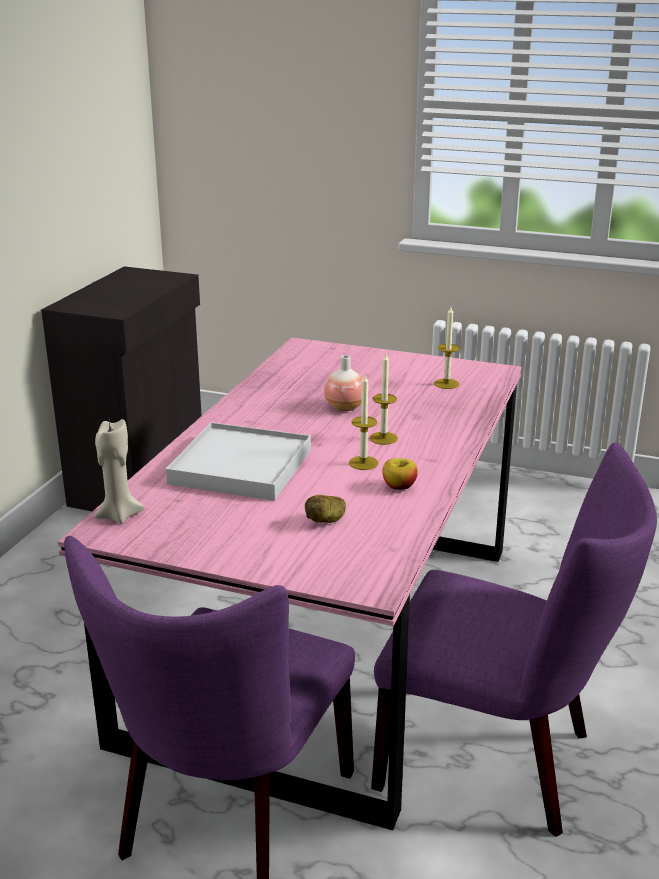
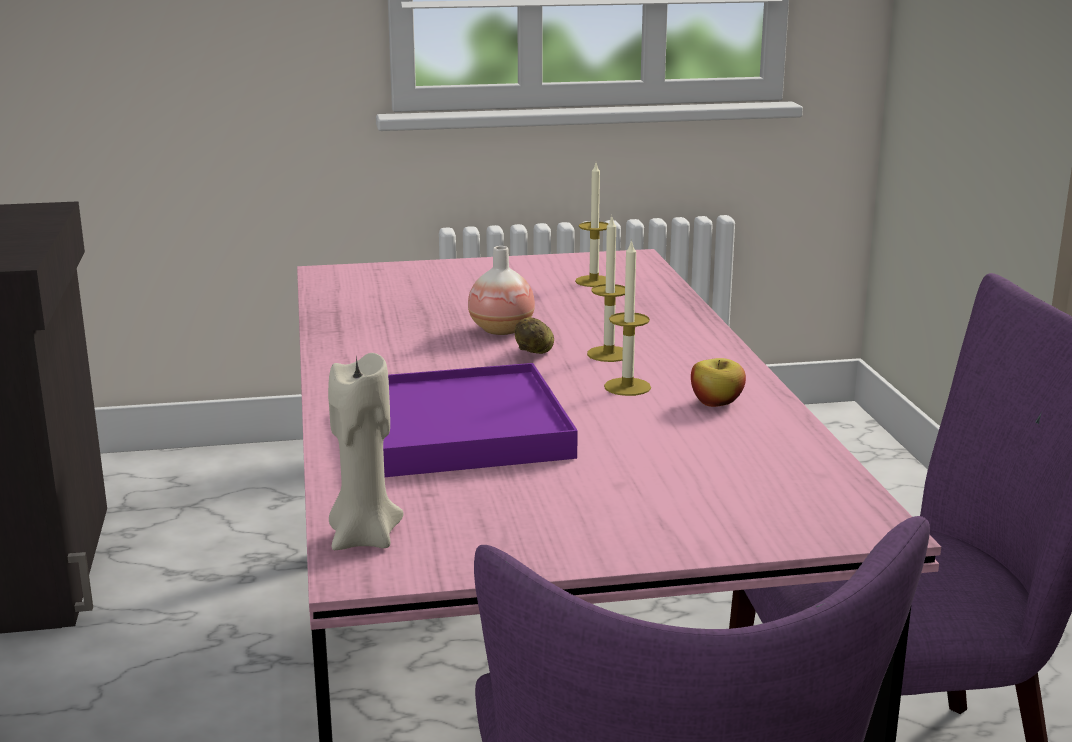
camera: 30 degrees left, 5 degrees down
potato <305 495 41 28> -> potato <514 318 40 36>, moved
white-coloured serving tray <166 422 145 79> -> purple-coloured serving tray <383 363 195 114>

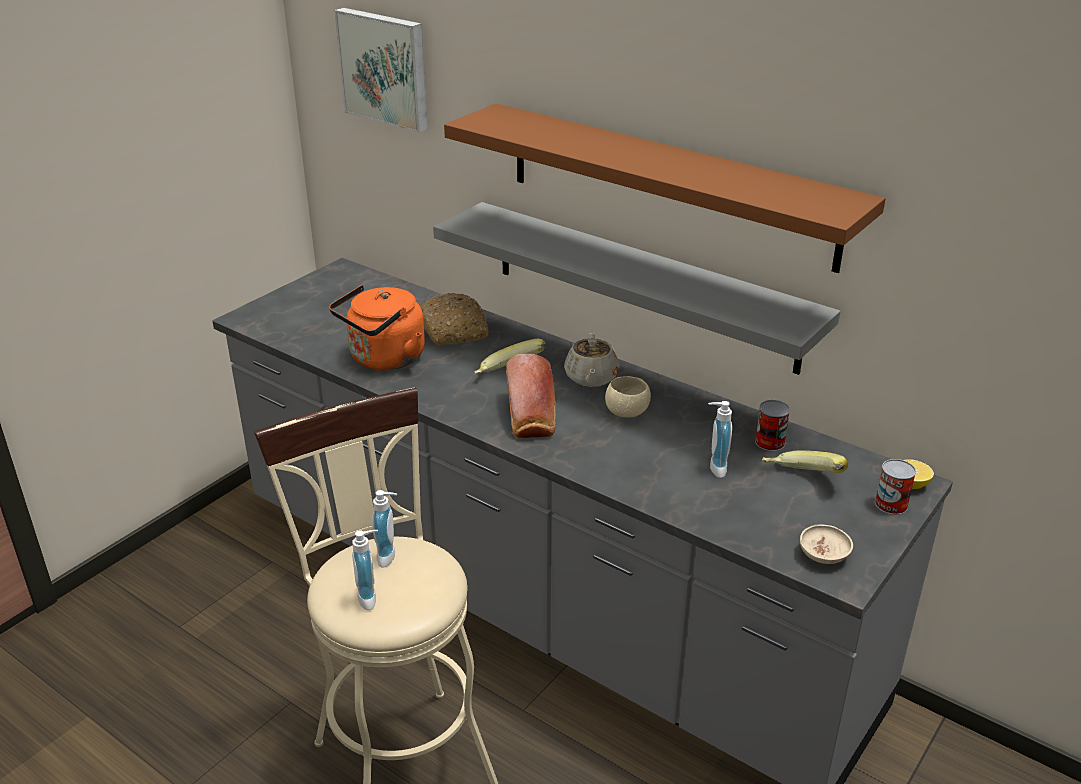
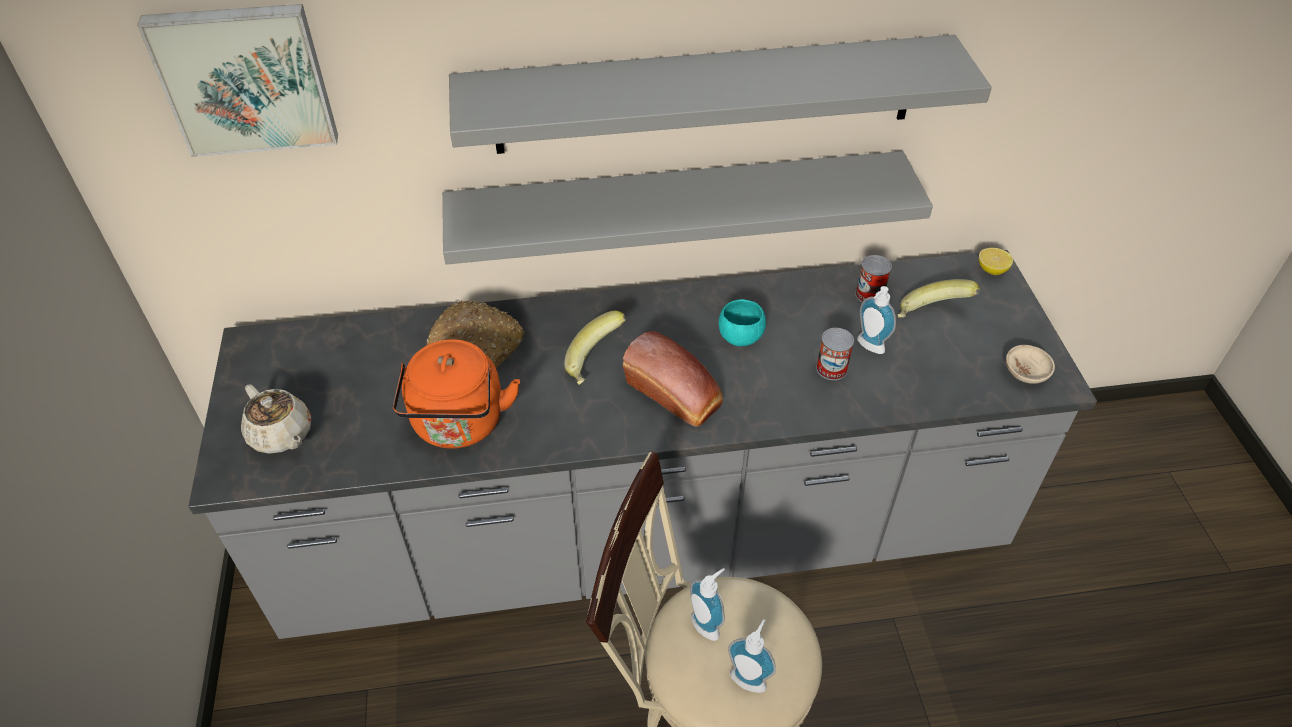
camera: 45 degrees left, 15 degrees up
beige-coloured teapot <564 333 55 54> -> beige-coloured teapot <241 384 70 70>, moved
metal can <875 459 41 56> -> metal can <816 328 38 52>, moved
brown shelf <444 103 442 170> -> gray shelf <449 35 543 119>
beige-coloured serving bowl <605 376 46 42> -> turquoise serving bowl <719 299 47 47>

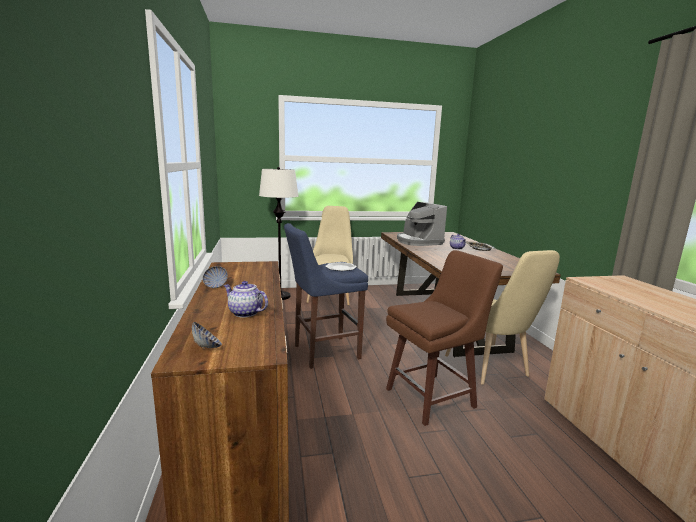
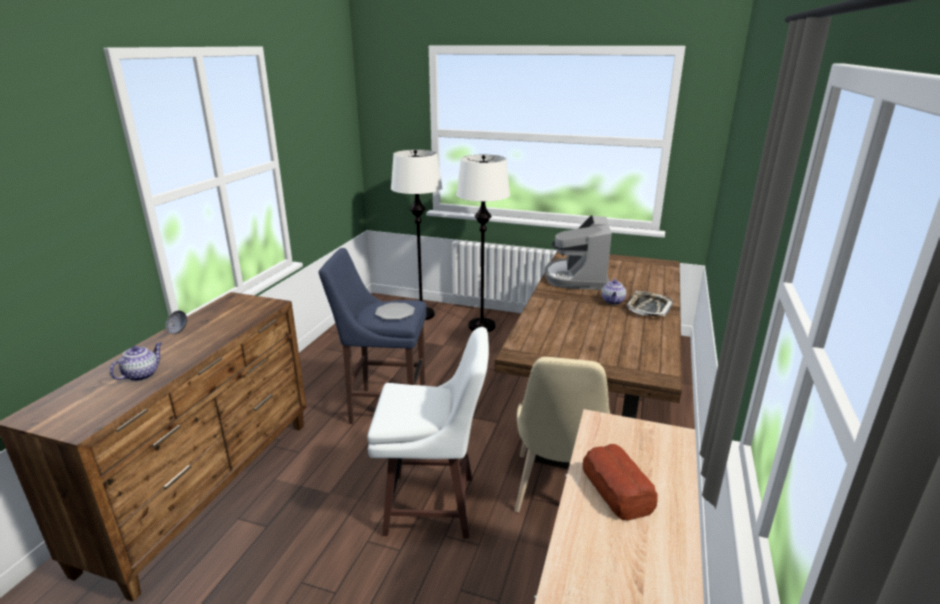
camera: 30 degrees right, 10 degrees up
serving bowl <192 322 30 27> -> none
none -> bread <583 444 75 76>
beige-coloured chair <306 206 47 99> -> white-coloured floor lamp <456 155 54 177>
brown stool <386 250 117 176> -> white-coloured stool <367 327 122 212>
teapot <224 281 44 37> -> teapot <110 342 52 39>, 60 degrees clockwise

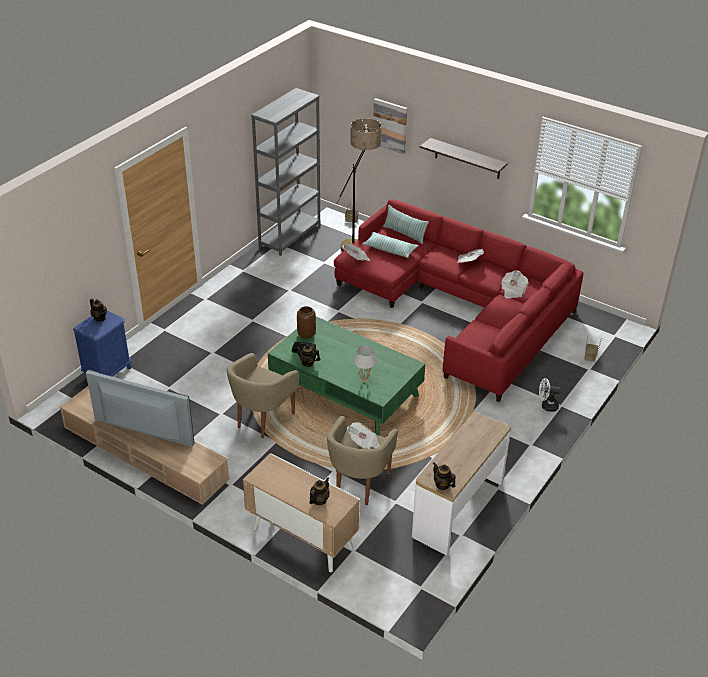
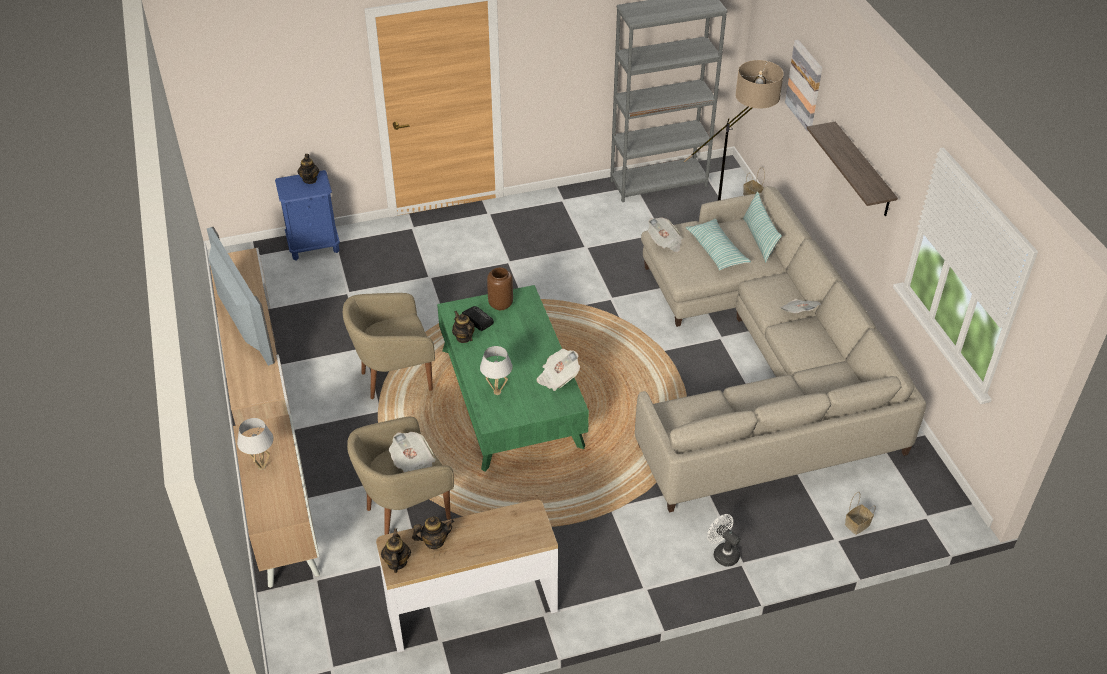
camera: 40 degrees right, 5 degrees up
none -> white-coloured table lamp <237 418 37 52>
teapot <309 478 21 27> -> teapot <412 517 42 32>, moved
printed paper <501 270 27 28> -> printed paper <536 349 44 42>, moved
reddish settee <334 199 249 203> -> beige-coloured settee <635 186 291 327>

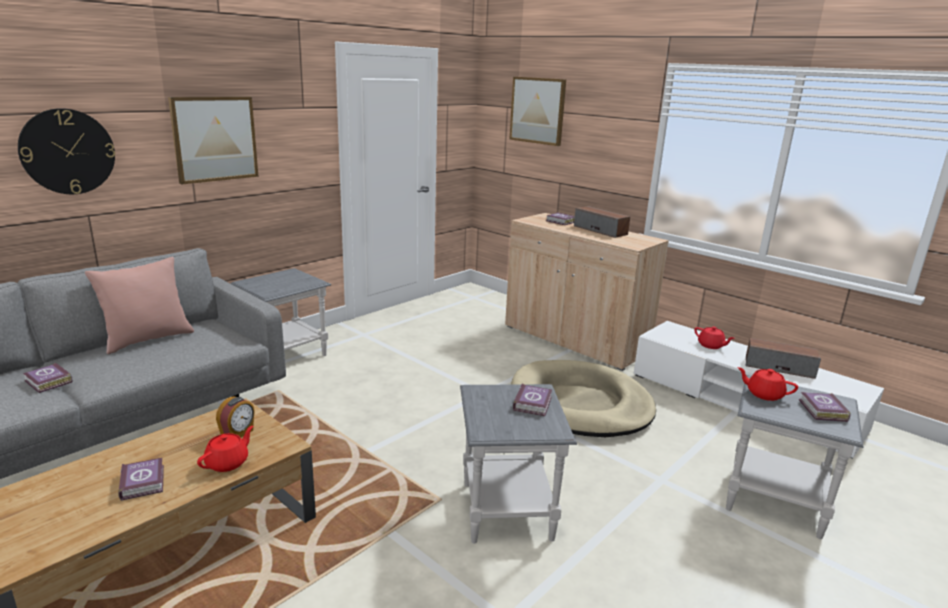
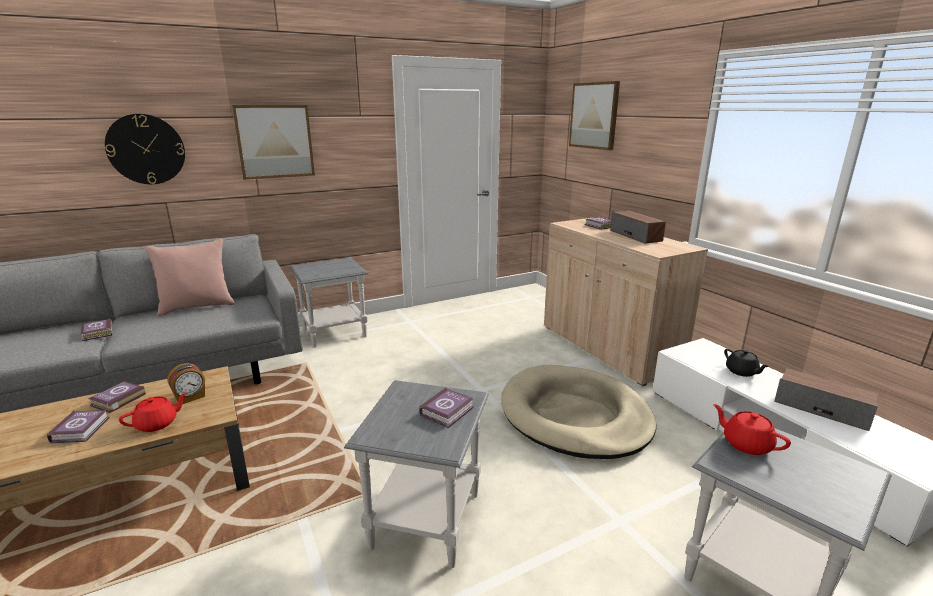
camera: 20 degrees right, 0 degrees up
bound book <799 392 52 30> -> bound book <88 381 58 32>, moved
reddish teapot <694 326 40 23> -> black-coloured teapot <724 349 45 28>

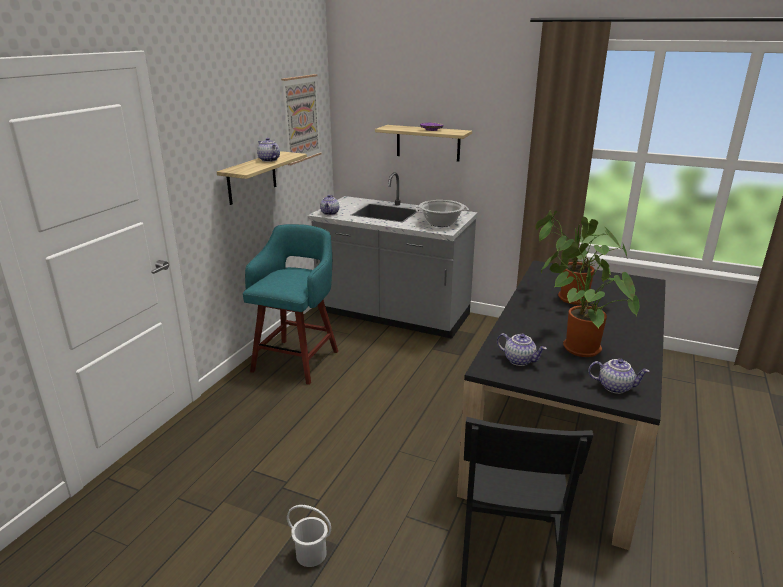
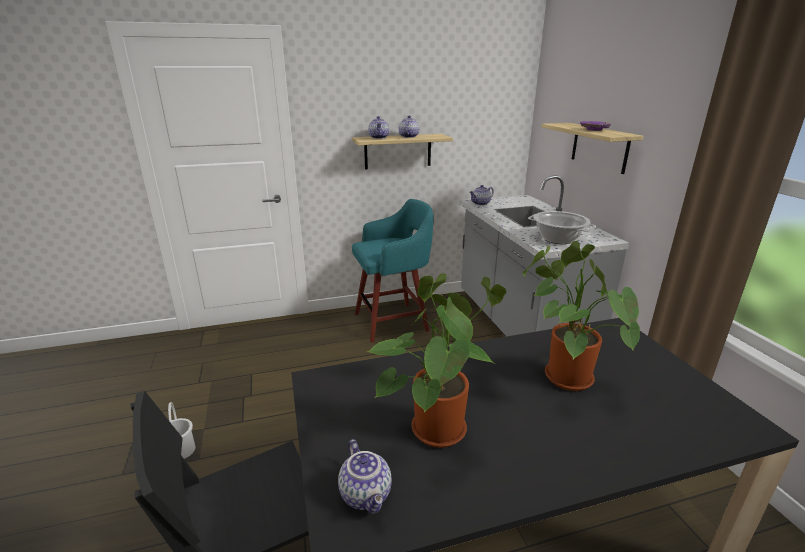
camera: 50 degrees right, 0 degrees up
picture <281 74 40 91> -> none
teapot <497 333 50 33> -> teapot <368 116 21 23>, moved

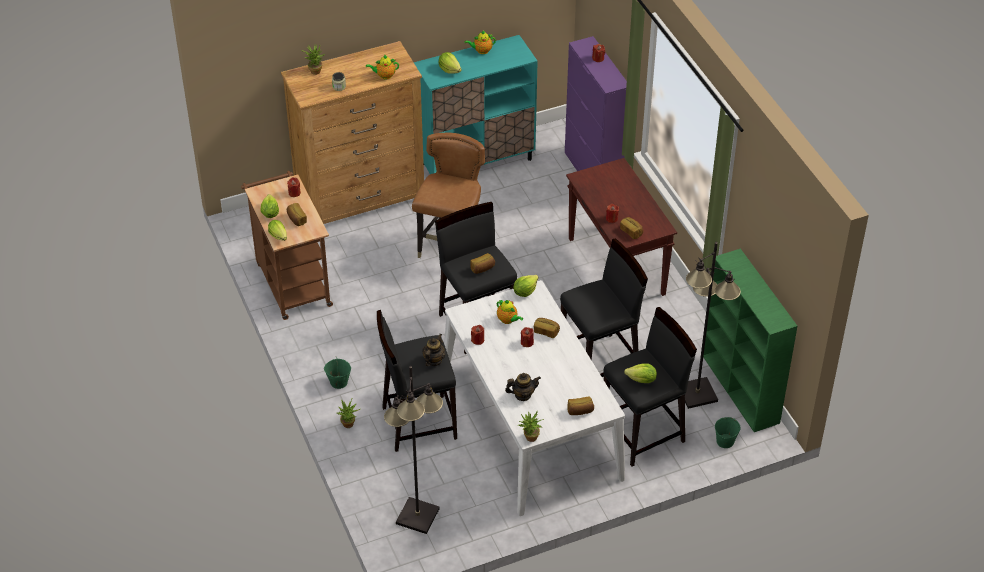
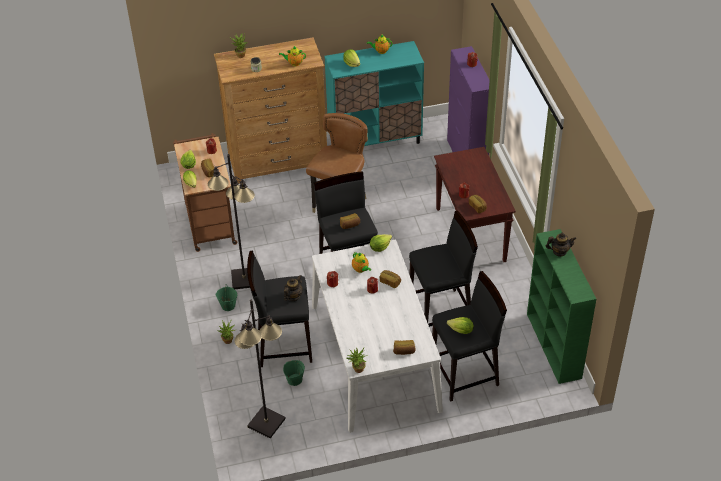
camera: 10 degrees right, 0 degrees up
teapot <505 373 36 28> -> teapot <546 233 30 24>, moved
black-coloured floor lamp <685 242 56 167> -> black-coloured floor lamp <208 154 47 135>, moved
green-coloured water bucket <715 417 26 31> -> green-coloured water bucket <283 360 22 26>, moved

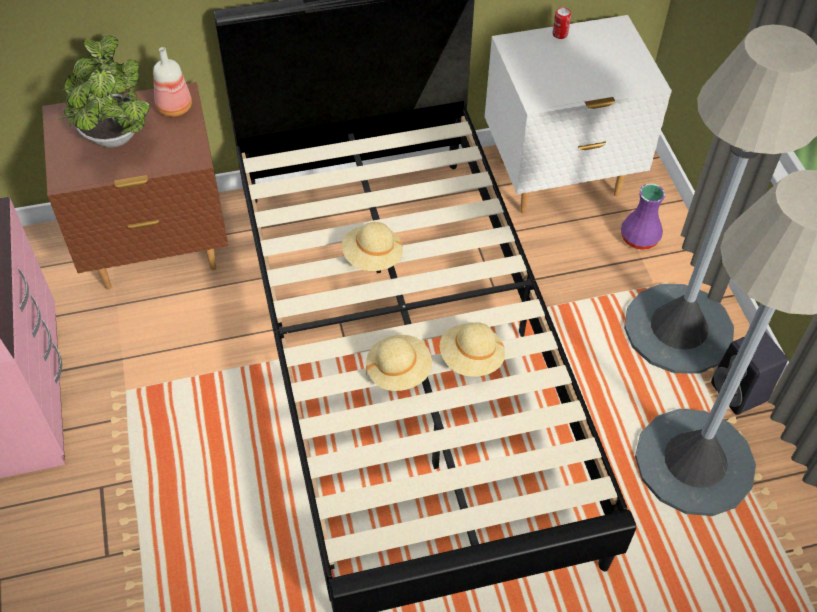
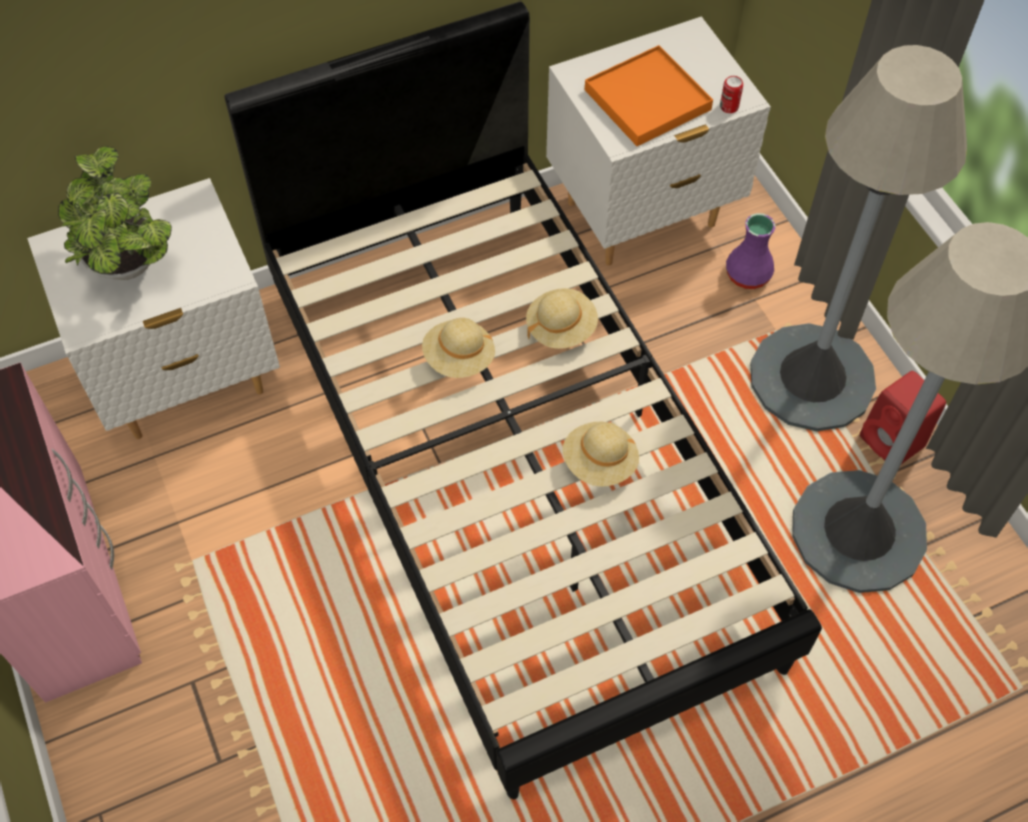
camera: 10 degrees left, 5 degrees up
bottle <153 47 39 70> -> none
none -> orangey serving tray <585 45 128 101>
beige-coloured wearable hat <366 335 66 56> -> beige-coloured wearable hat <526 288 72 61>, moved
metal can <553 7 18 32> -> metal can <720 76 23 37>, moved
brown nightstand <42 82 186 207> -> white-coloured nightstand <27 178 253 261>
black-coloured speaker <711 332 77 83> -> reddish speaker <860 371 86 92>

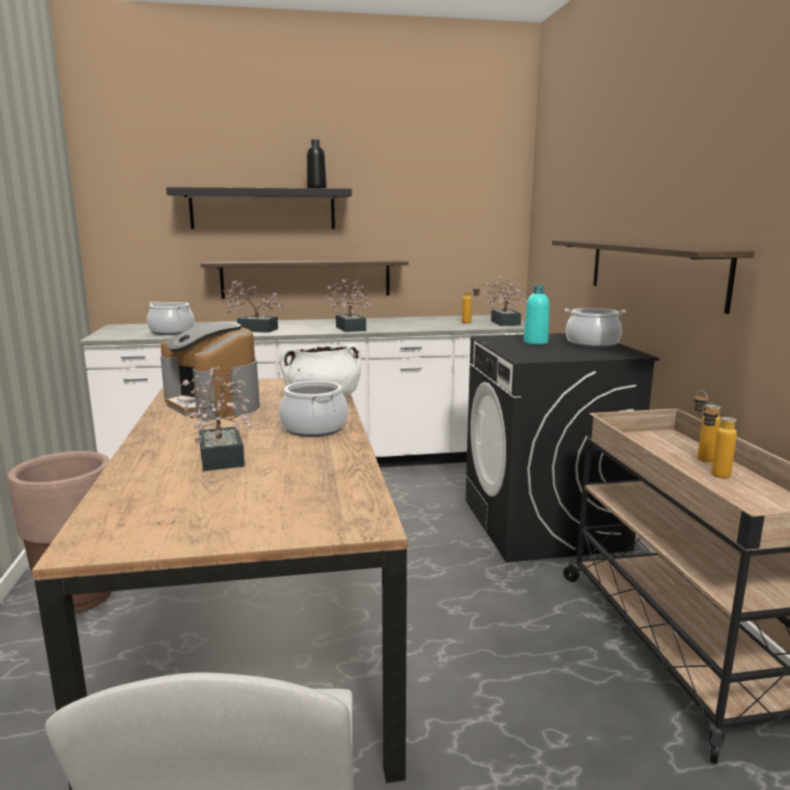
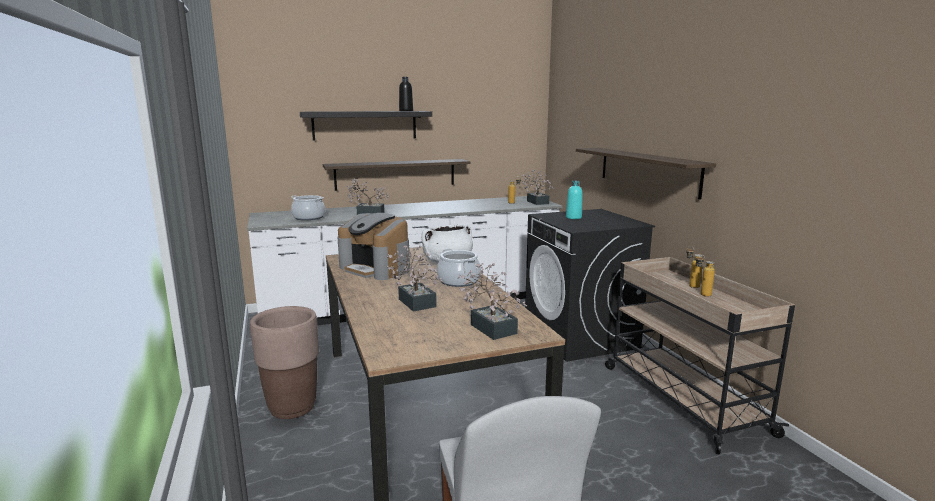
camera: 10 degrees left, 0 degrees up
saucepot <565 308 61 40> -> none
houseplant <325 279 47 53> -> houseplant <457 263 70 77>, moved

